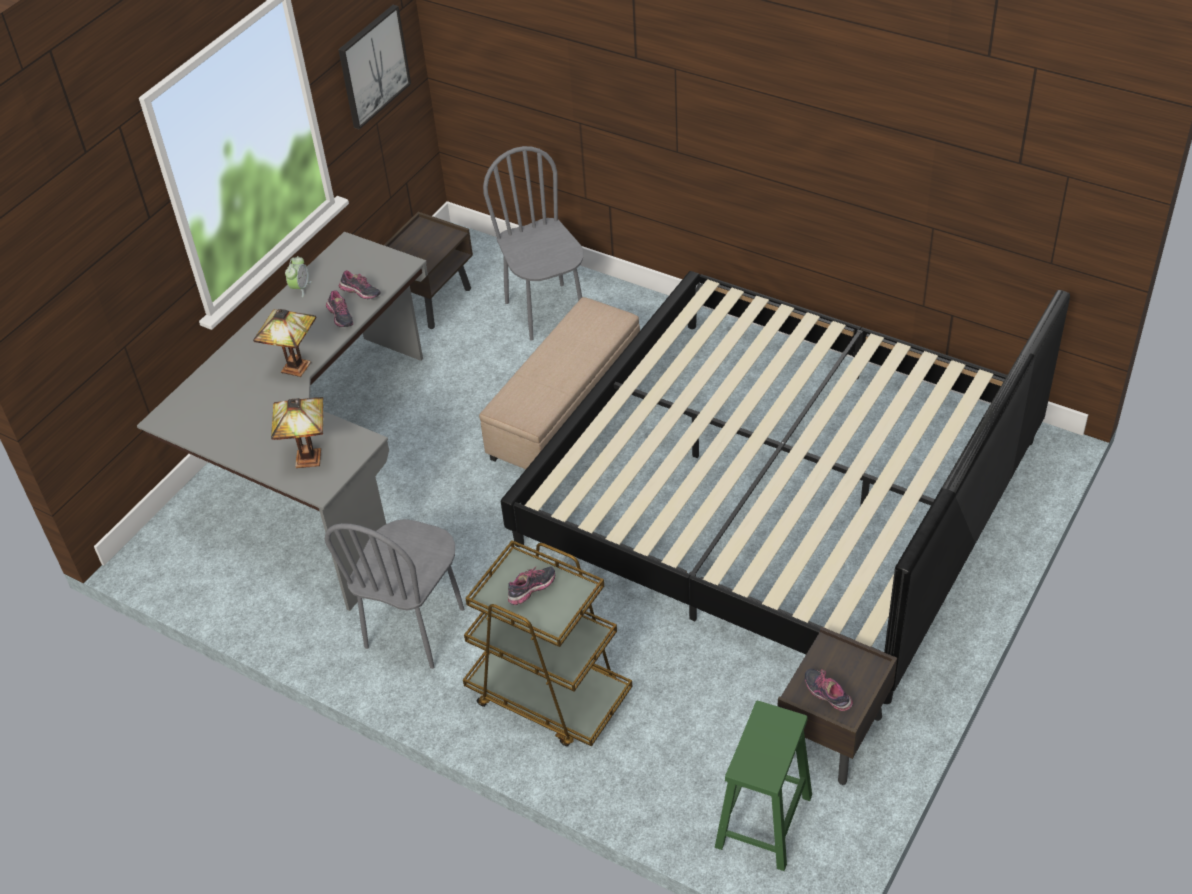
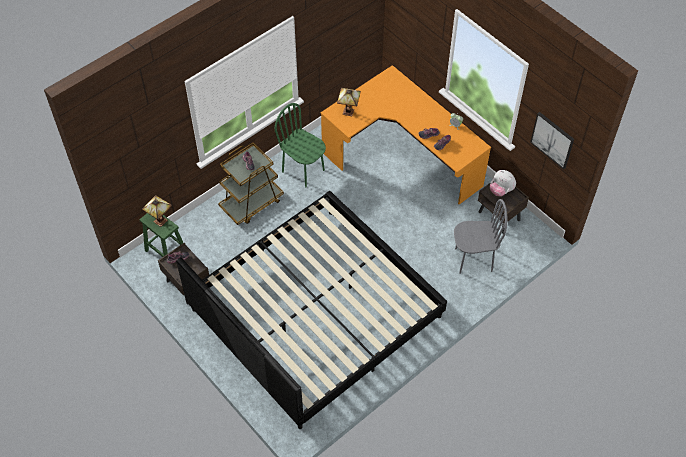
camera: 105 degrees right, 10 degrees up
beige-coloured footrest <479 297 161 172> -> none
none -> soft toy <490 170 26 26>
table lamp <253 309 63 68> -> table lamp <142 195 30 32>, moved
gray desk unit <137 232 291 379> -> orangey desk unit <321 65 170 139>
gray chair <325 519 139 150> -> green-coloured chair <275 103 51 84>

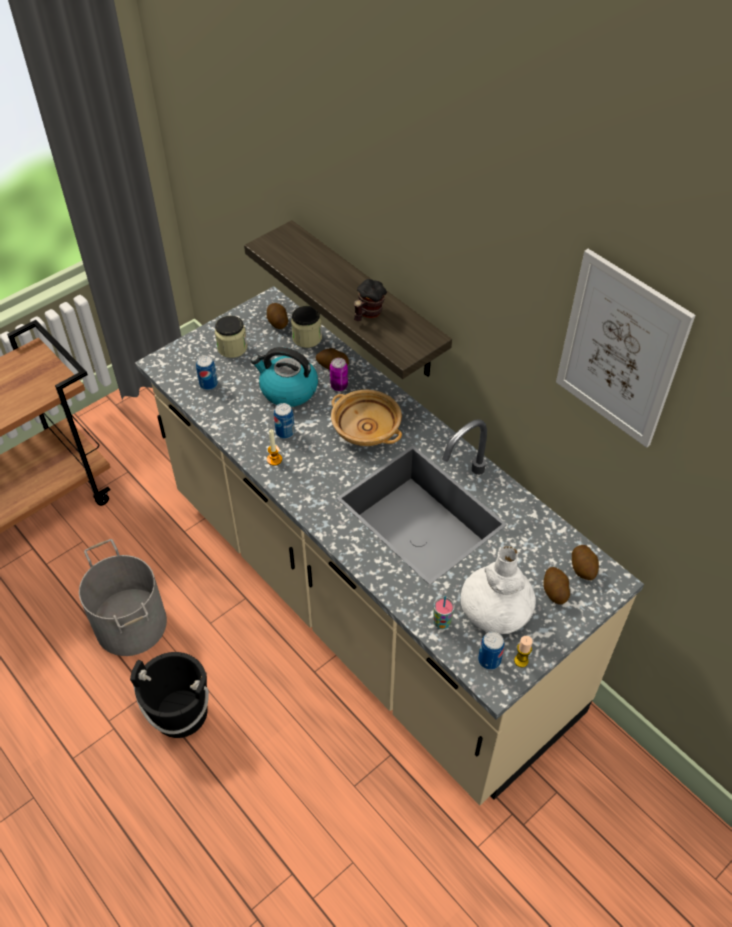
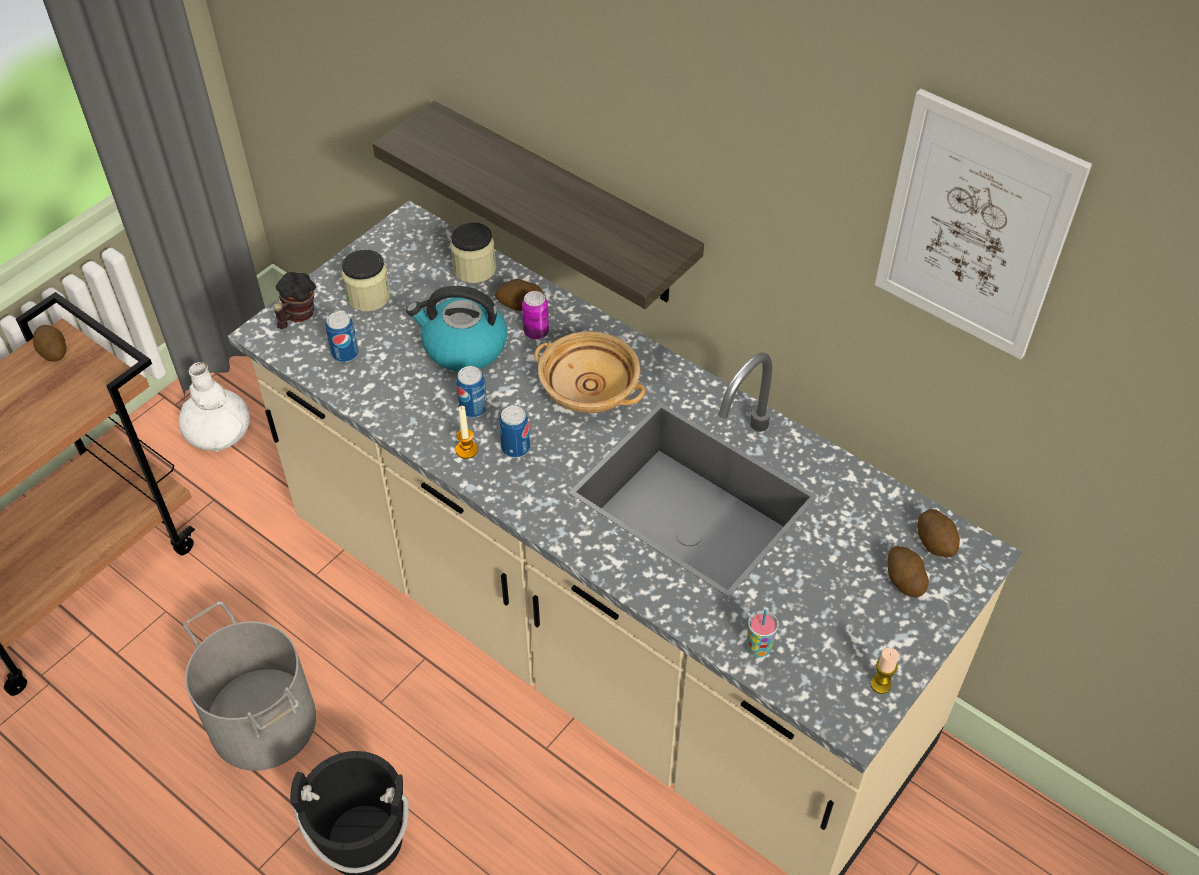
camera: 10 degrees left, 0 degrees up
potato <267 303 21 26> -> potato <33 325 34 37>, moved
mug <354 279 33 42> -> mug <273 272 43 57>, moved
white-coloured flower vase <461 546 75 88> -> white-coloured flower vase <179 362 71 90>, moved
metal can <478 631 27 39> -> metal can <499 406 31 52>, moved

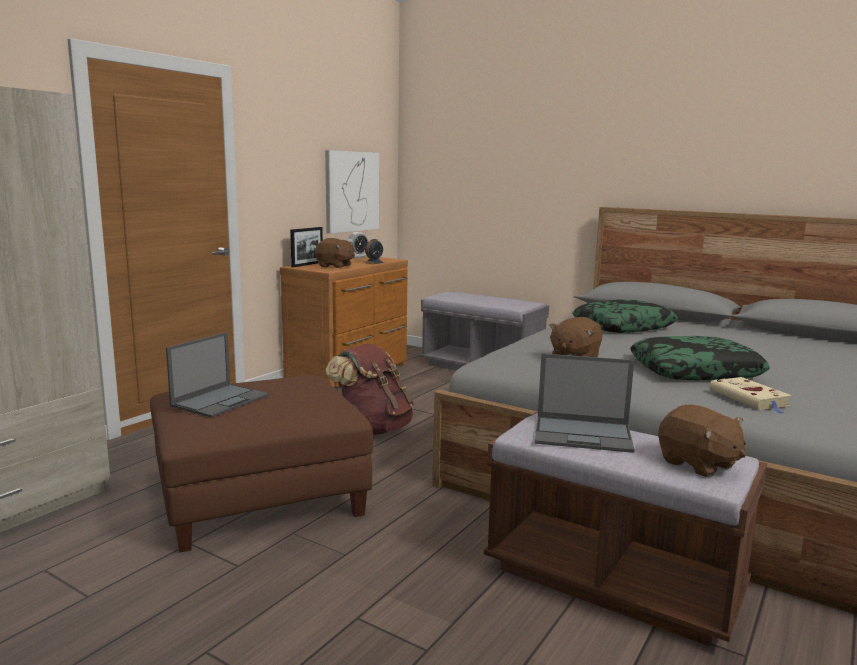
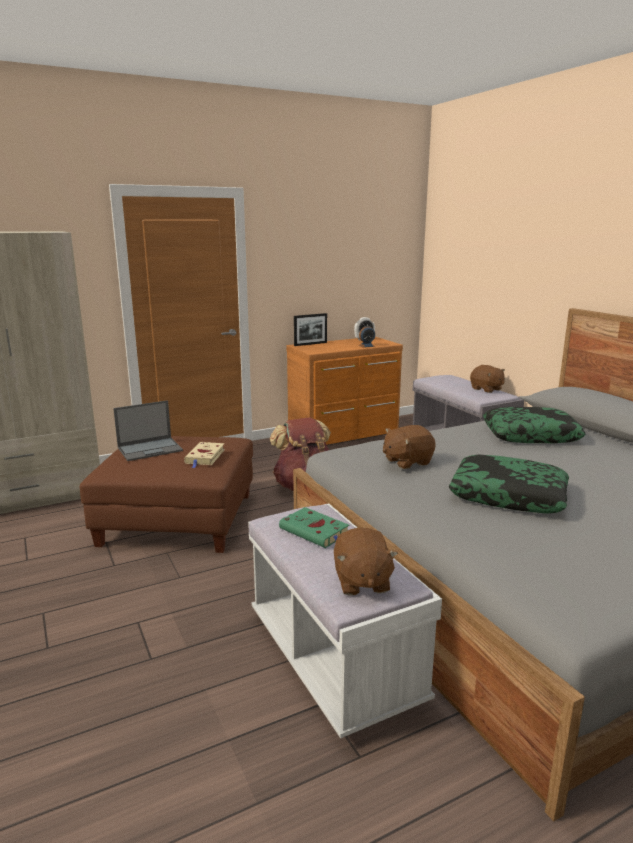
camera: 30 degrees right, 5 degrees up
picture <325 150 54 84> -> none
brown soft toy <315 238 40 30> -> brown soft toy <470 365 35 28>, moved
beige-coloured bound book <709 377 83 37> -> beige-coloured bound book <184 442 41 26>, moved
portable computer <535 354 99 99> -> green-coloured bound book <279 507 70 41>
brown indoor bench <484 412 283 234> -> white-coloured indoor bench <248 503 194 235>

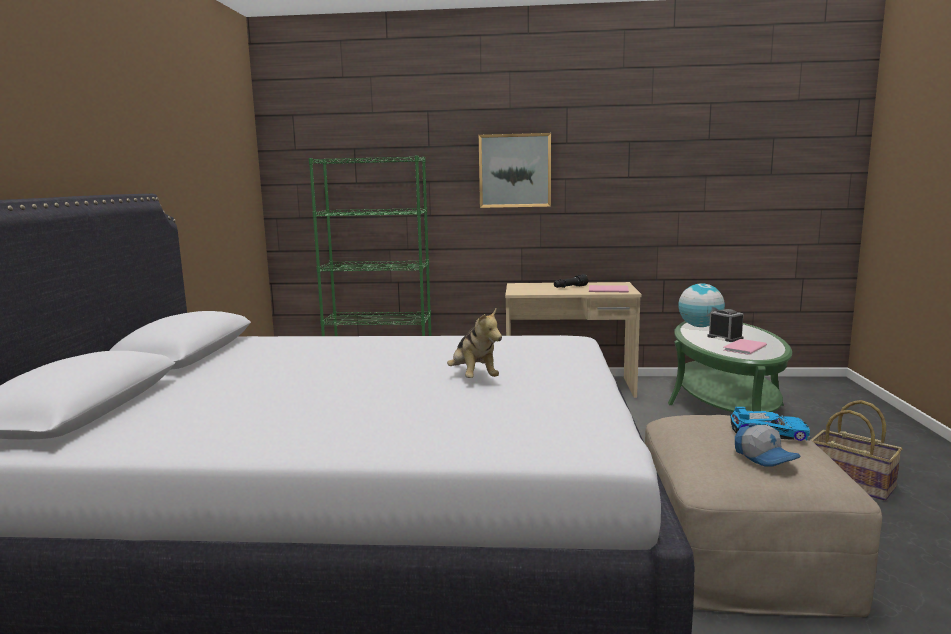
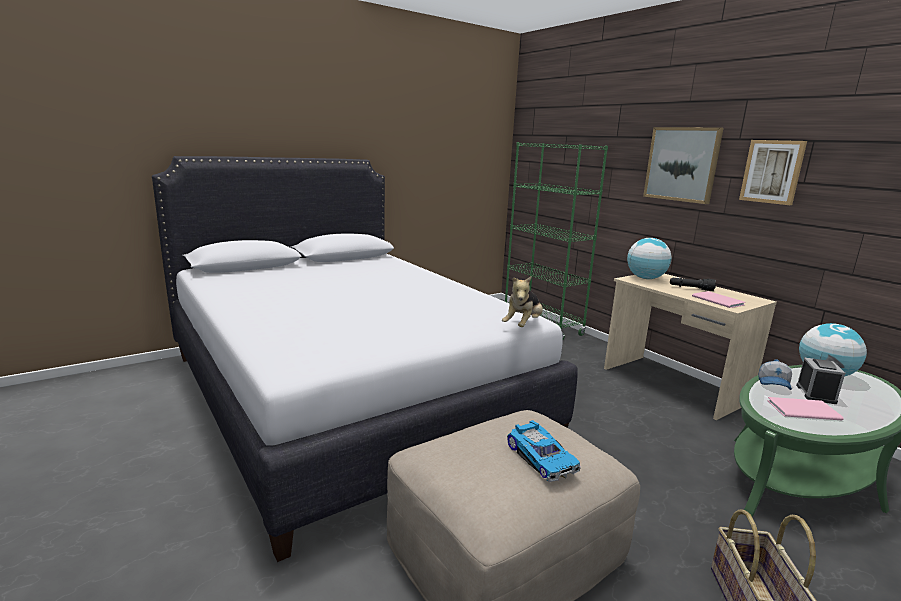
camera: 50 degrees right, 5 degrees up
none -> world globe <627 238 45 41>
none -> picture <739 140 68 65>
soft toy <447 309 55 69> -> soft toy <502 276 41 51>, moved
baseball cap <735 423 65 44> -> baseball cap <759 359 33 31>, moved

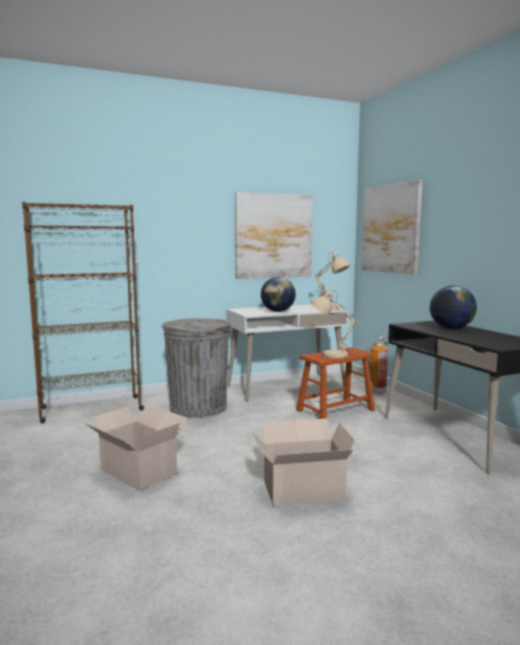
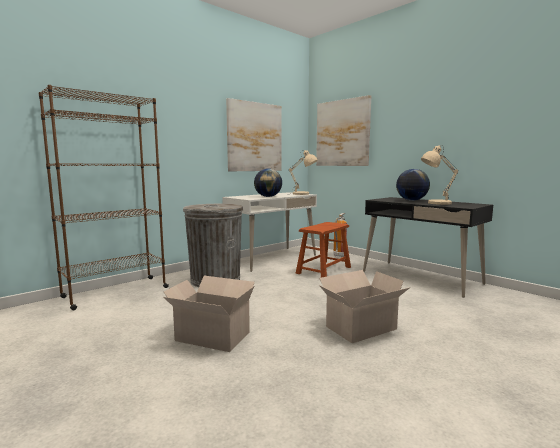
camera: 20 degrees left, 0 degrees up
beige-coloured table lamp <311 291 46 67> -> beige-coloured table lamp <421 146 37 59>, moved

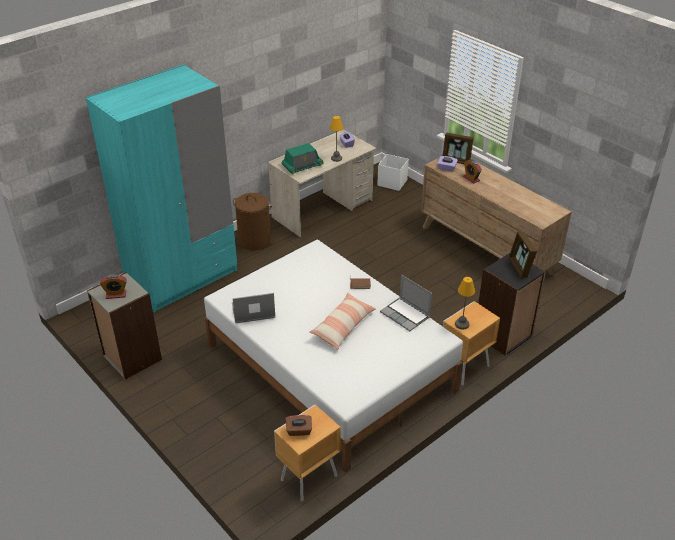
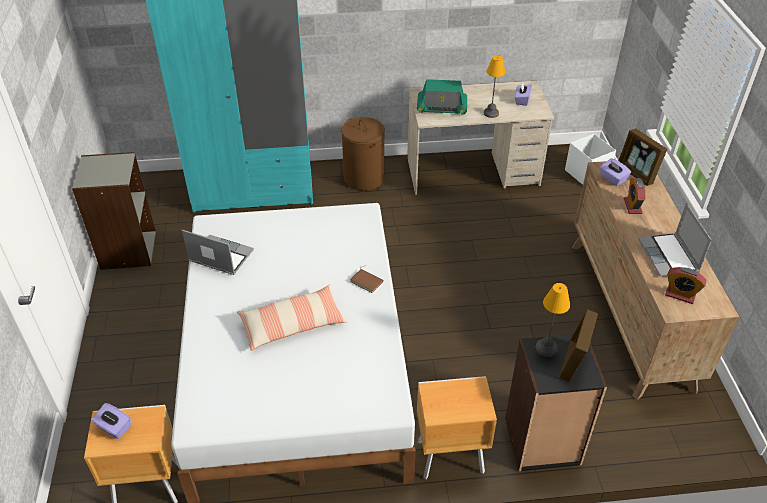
camera: 35 degrees right, 5 degrees up
bedside clock <100 274 27 25> -> bedside clock <665 267 41 37>, moved
portable computer <380 275 52 56> -> portable computer <638 203 74 74>, moved
table lamp <455 277 20 52> -> table lamp <536 283 34 74>, moved
brown tissue holder <286 415 26 21> -> purple-coloured tissue holder <92 403 39 36>

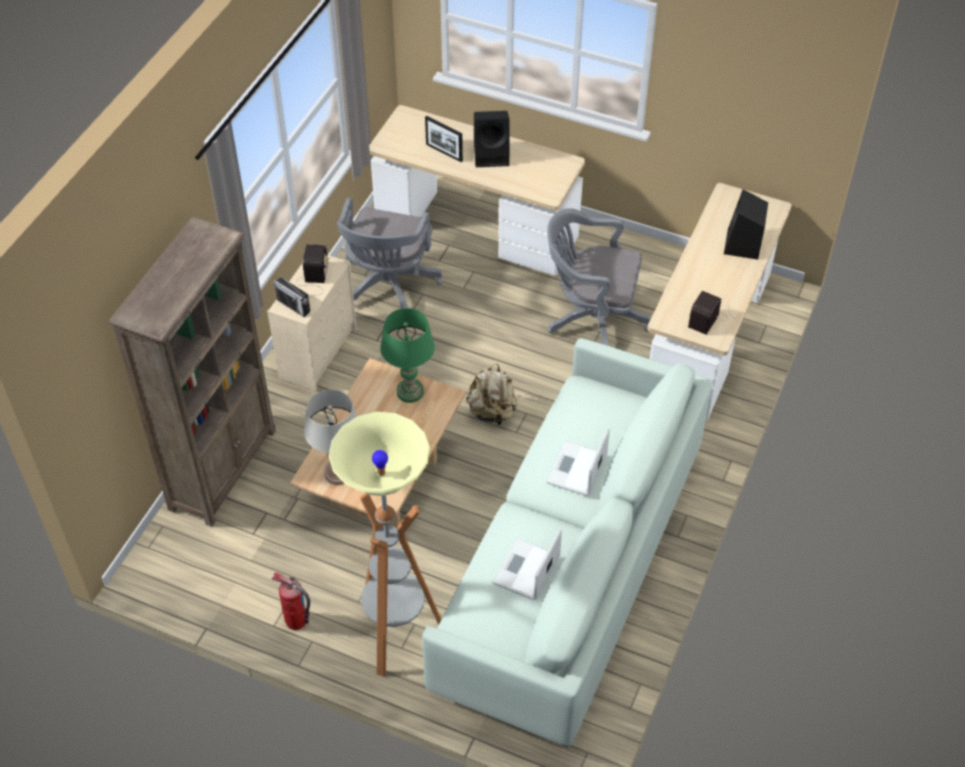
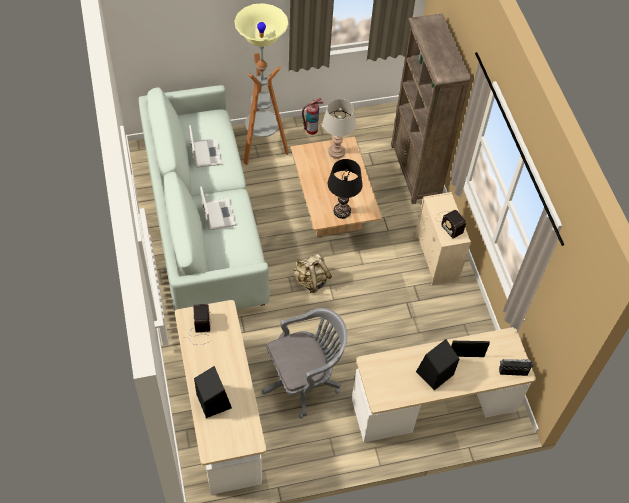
camera: 140 degrees right, 5 degrees up
gray computer chair <337 198 106 110> -> none
radio set <273 274 37 43> -> radio set <499 359 35 17>, moved
green-coloured table lamp <380 308 55 95> -> black-coloured table lamp <328 159 35 60>

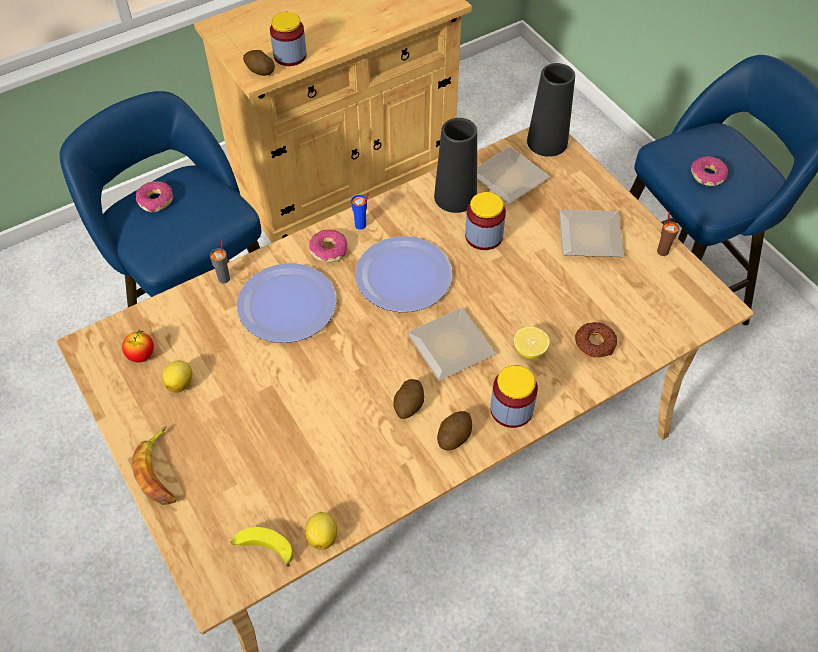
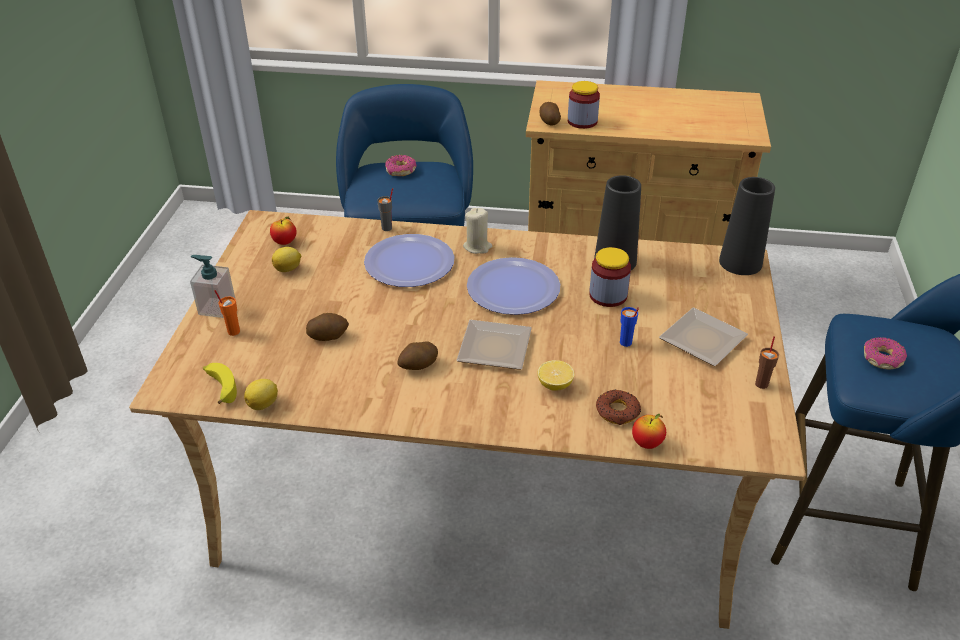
camera: 40 degrees right, 15 degrees down
plate <477 146 73 58> -> none
preserve jar <490 365 48 63> -> none
none -> orangey drinking cup <214 290 26 46>
none -> apple fruit <632 414 34 35>
blue drinking cup <351 194 18 36> -> blue drinking cup <620 307 19 40>, moved
potato <437 411 35 39> -> potato <306 313 43 28>, moved
banana <132 426 44 79> -> soap dispenser <190 255 45 63>
ring doughnut <309 230 38 32> -> beige-coloured wax light <463 208 29 46>

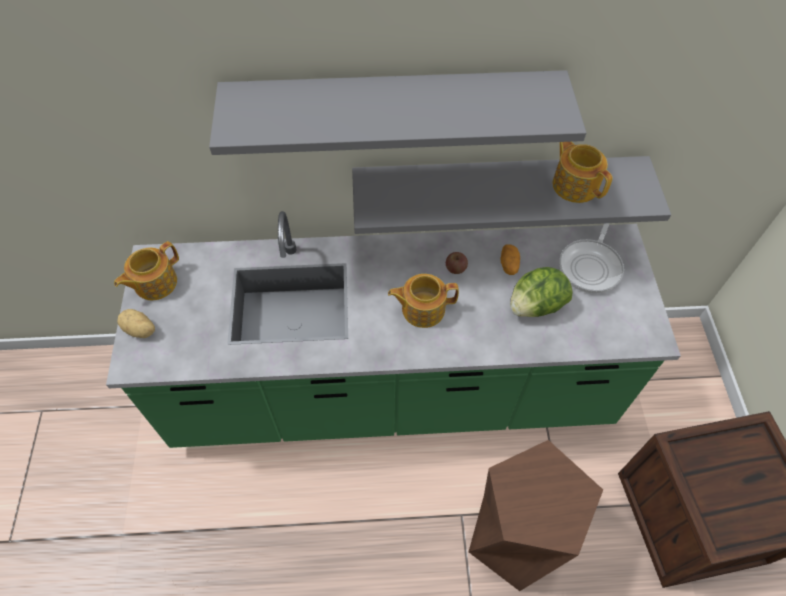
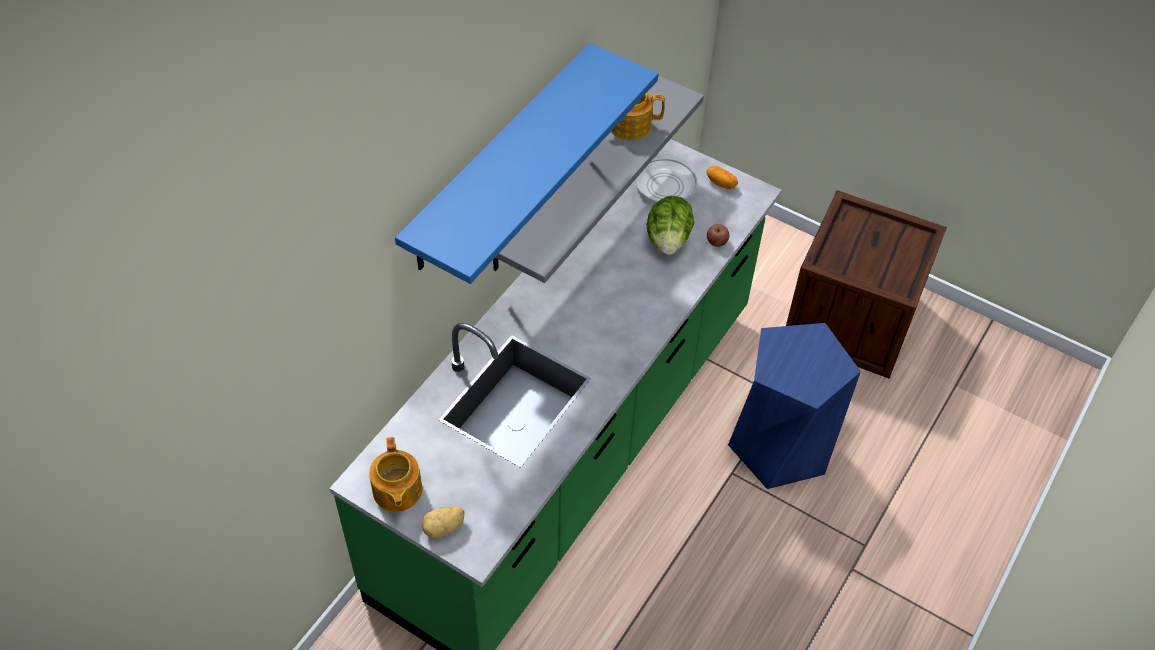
camera: 55 degrees left, 5 degrees down
teapot <388 274 71 54> -> none
apple fruit <446 252 22 22> -> apple fruit <707 224 22 23>, moved
potato <500 244 20 31> -> potato <707 166 31 23>, moved
gray shelf <209 70 377 85> -> blue shelf <395 43 264 241>
brown stool <469 440 134 151> -> blue stool <728 323 133 166>

